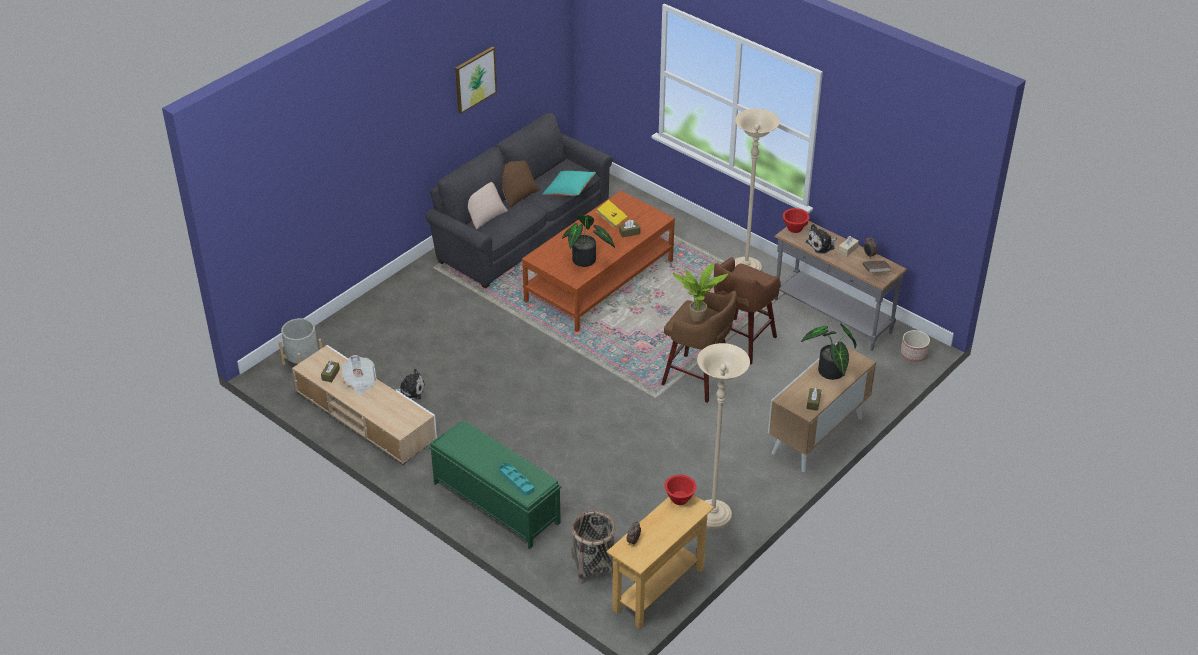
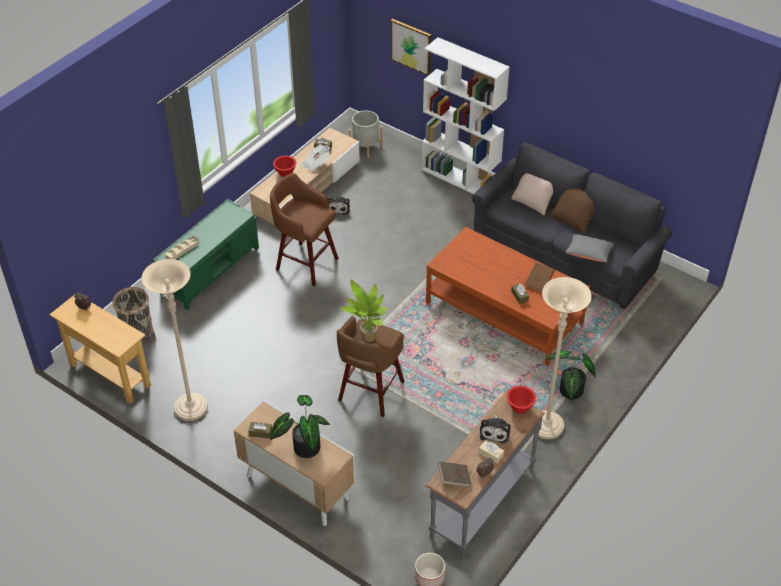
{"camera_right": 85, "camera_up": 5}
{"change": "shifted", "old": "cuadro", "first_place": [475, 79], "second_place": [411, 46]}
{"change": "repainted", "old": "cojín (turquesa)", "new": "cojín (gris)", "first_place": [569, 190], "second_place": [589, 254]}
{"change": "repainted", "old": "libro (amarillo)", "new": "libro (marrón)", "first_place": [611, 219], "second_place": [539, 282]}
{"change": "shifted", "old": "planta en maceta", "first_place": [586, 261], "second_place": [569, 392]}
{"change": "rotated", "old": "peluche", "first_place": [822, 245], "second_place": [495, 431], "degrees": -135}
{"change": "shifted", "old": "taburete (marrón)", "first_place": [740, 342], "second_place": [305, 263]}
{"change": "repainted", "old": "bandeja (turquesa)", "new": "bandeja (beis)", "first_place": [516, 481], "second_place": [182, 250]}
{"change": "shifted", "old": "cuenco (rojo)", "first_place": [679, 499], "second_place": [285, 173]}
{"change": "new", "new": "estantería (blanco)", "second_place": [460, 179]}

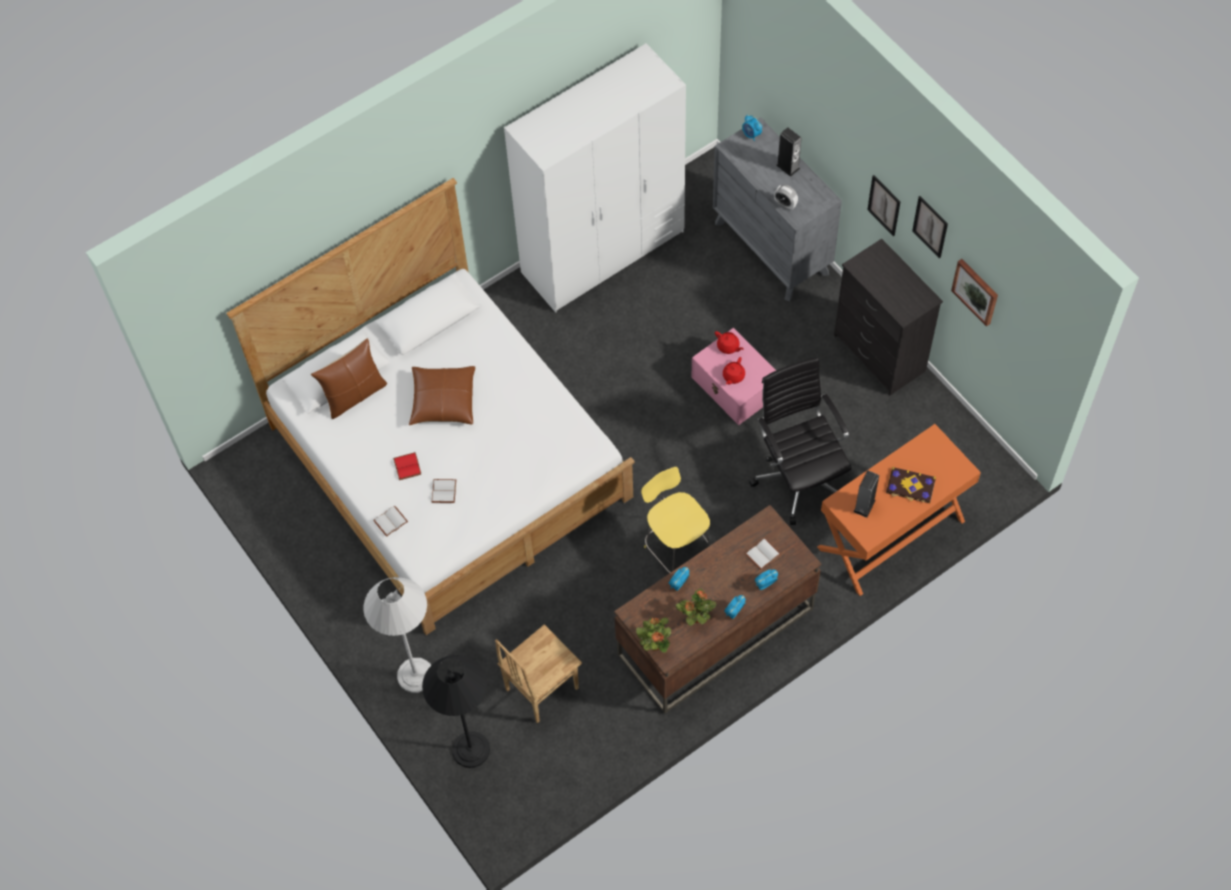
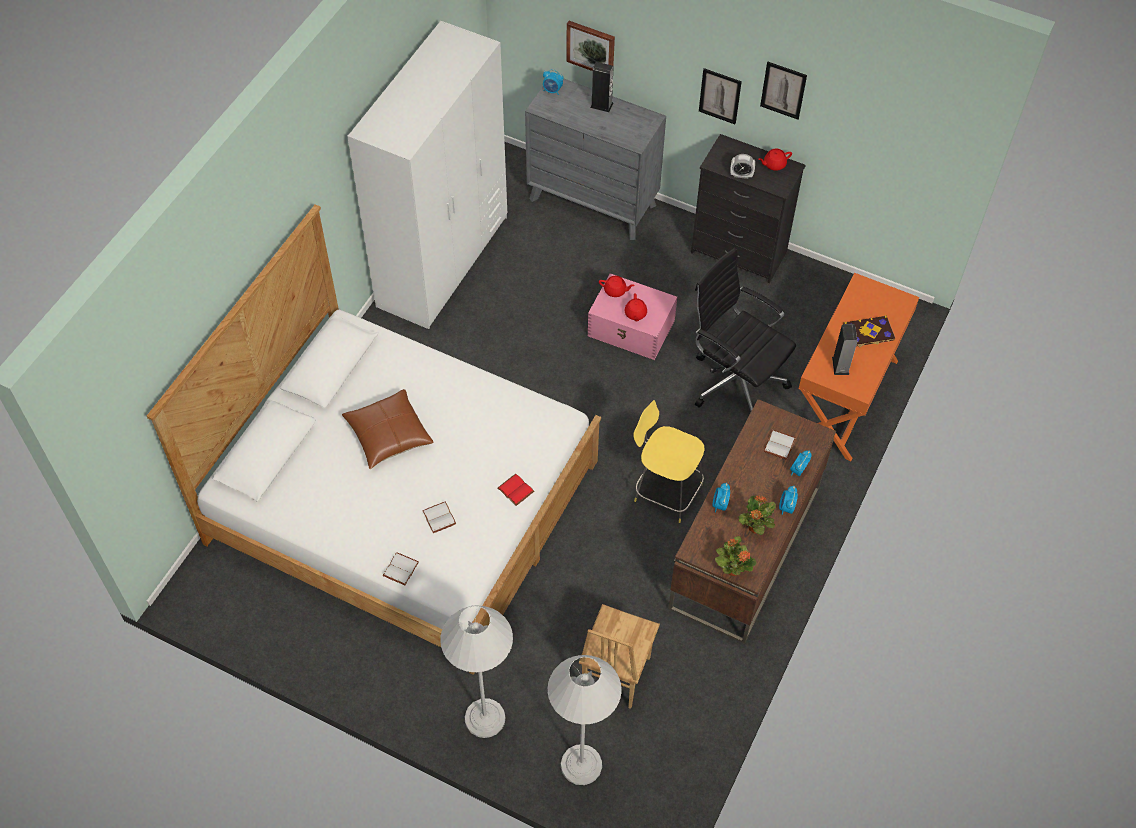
{"camera_right": -30, "camera_up": -5}
{"change": "shifted", "old": "despertador", "first_place": [785, 204], "second_place": [741, 175]}
{"change": "shifted", "old": "cuadro", "first_place": [976, 291], "second_place": [591, 47]}
{"change": "gone", "old": "cojín (marrón)", "first_place": [354, 394]}
{"change": "shifted", "old": "libro (rojo)", "first_place": [406, 466], "second_place": [514, 490]}
{"change": "repainted", "old": "lámpara de pie (negro)", "new": "lámpara de pie (blanco)", "first_place": [471, 749], "second_place": [581, 765]}
{"change": "new", "new": "tetera (rojo)", "second_place": [774, 164]}

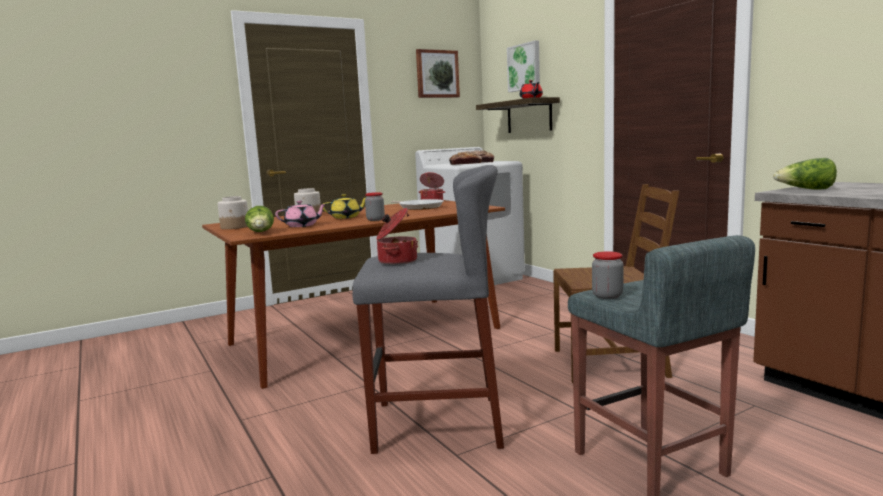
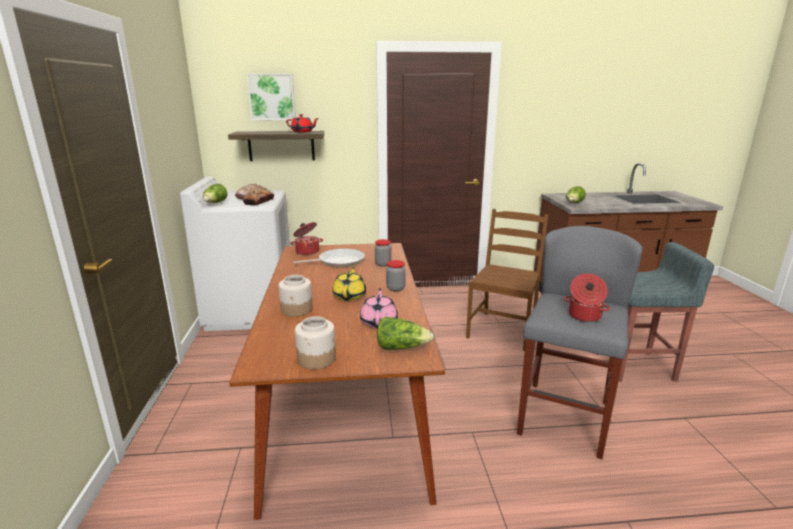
{"camera_right": -65, "camera_up": 10}
{"change": "gone", "old": "cuadro", "first_place": [437, 74]}
{"change": "shifted", "old": "tarro", "first_place": [607, 296], "second_place": [383, 264]}
{"change": "new", "new": "lechuga", "second_place": [215, 203]}

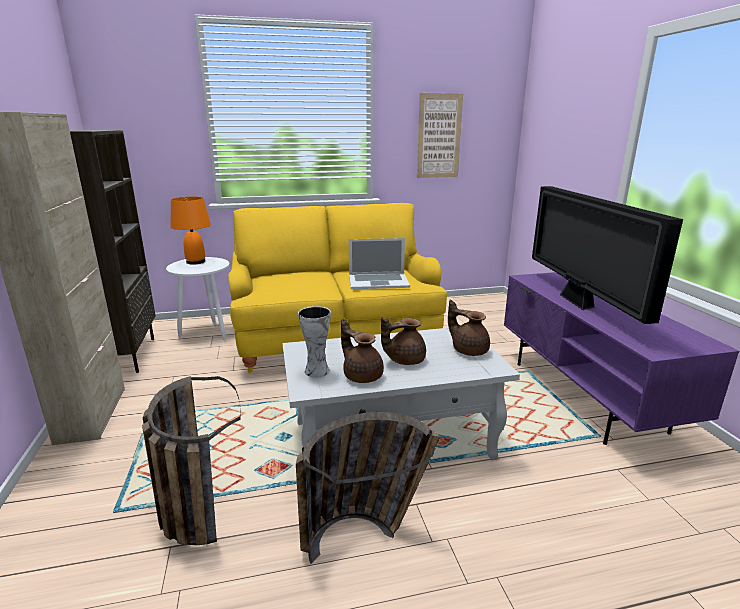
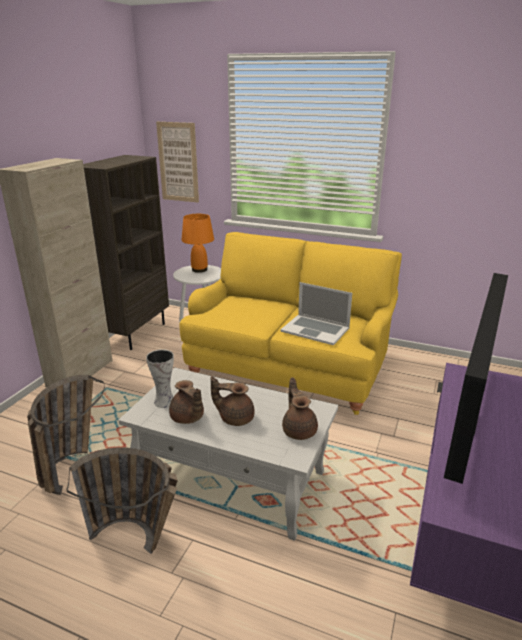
{"camera_right": 35, "camera_up": 5}
{"change": "shifted", "old": "cuadro", "first_place": [439, 136], "second_place": [178, 162]}
{"change": "rotated", "old": "tetera (marrón)", "first_place": [362, 375], "second_place": [187, 418], "degrees": 150}

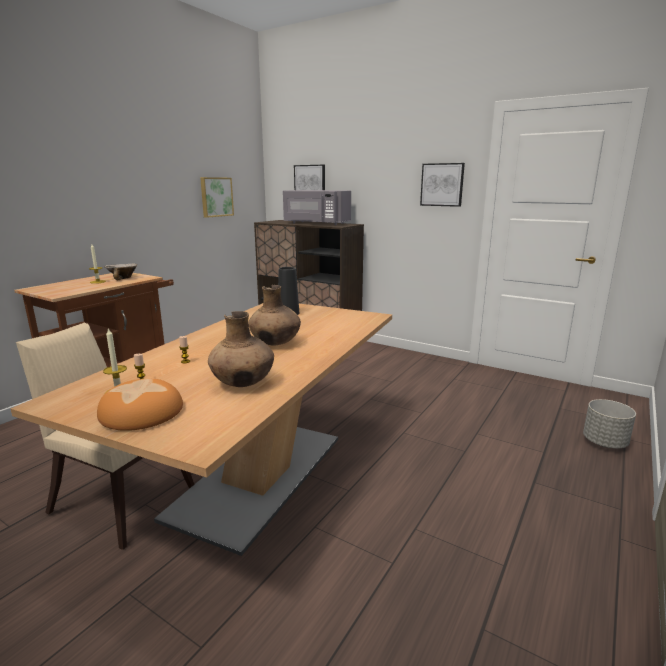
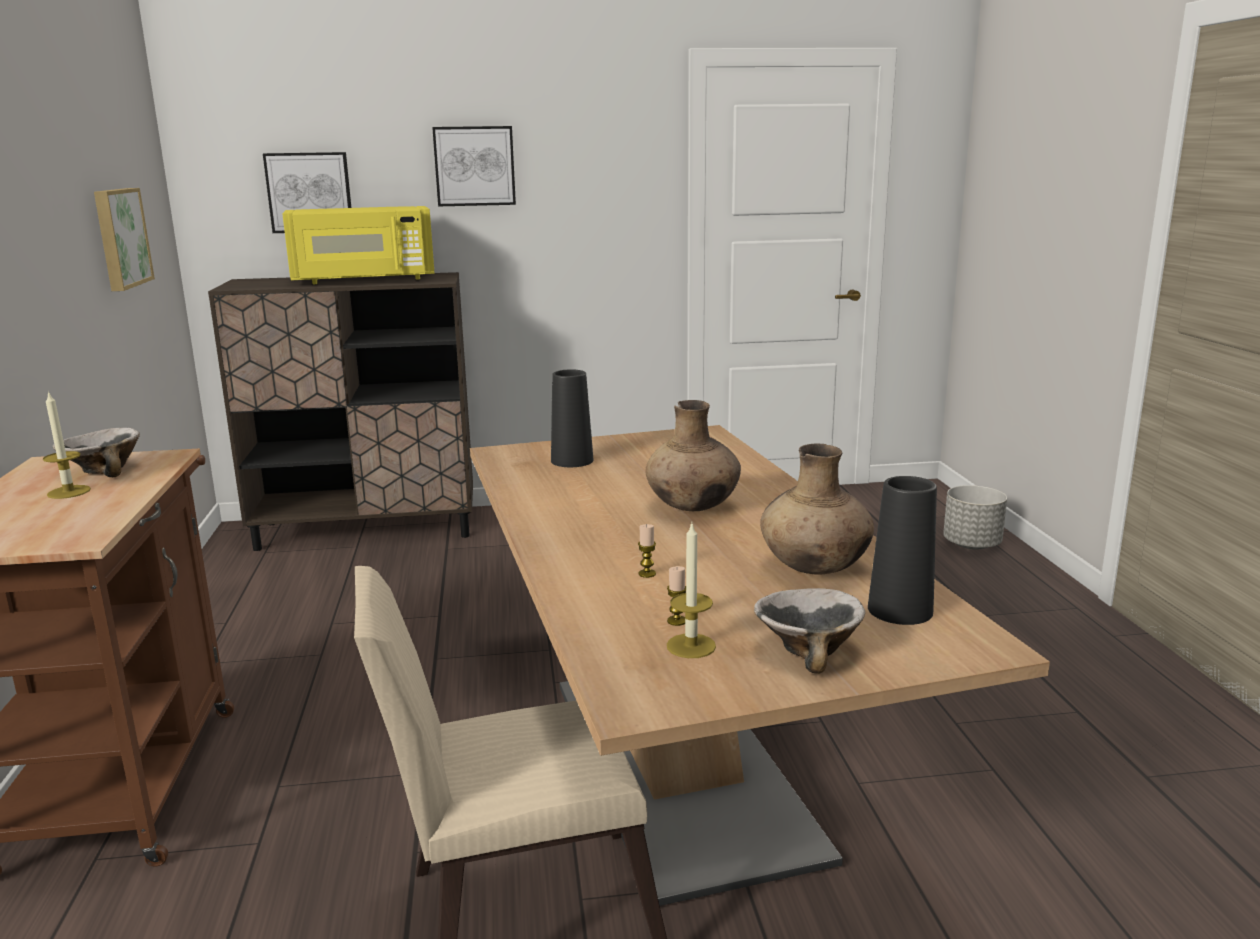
{"camera_right": -40, "camera_up": 0}
{"change": "shifted", "old": "cuadro", "first_place": [442, 184], "second_place": [474, 166]}
{"change": "repainted", "old": "microondas (gris)", "new": "microondas (amarillo)", "first_place": [316, 223], "second_place": [364, 280]}
{"change": "swapped", "old": "pan", "new": "cuenco", "first_place": [142, 412], "second_place": [807, 650]}
{"change": "new", "new": "florero (negro)", "second_place": [900, 610]}

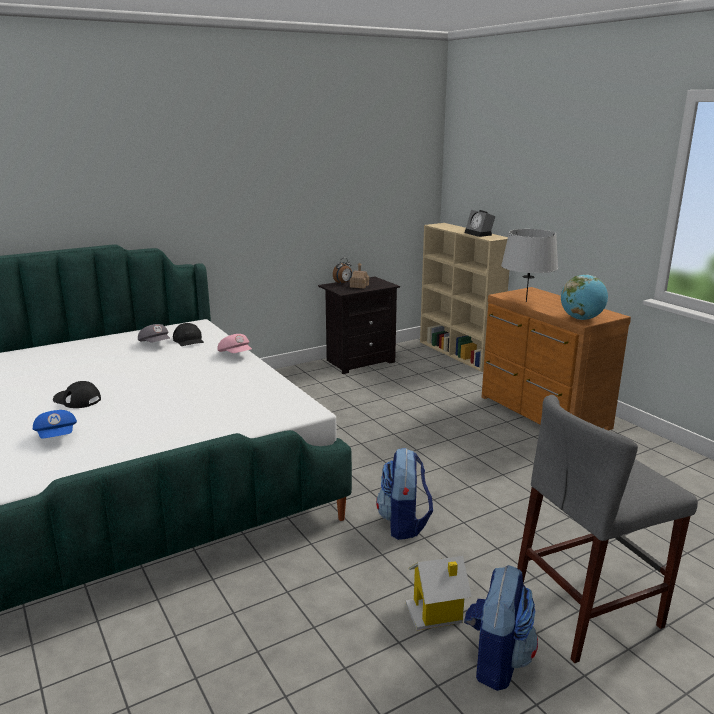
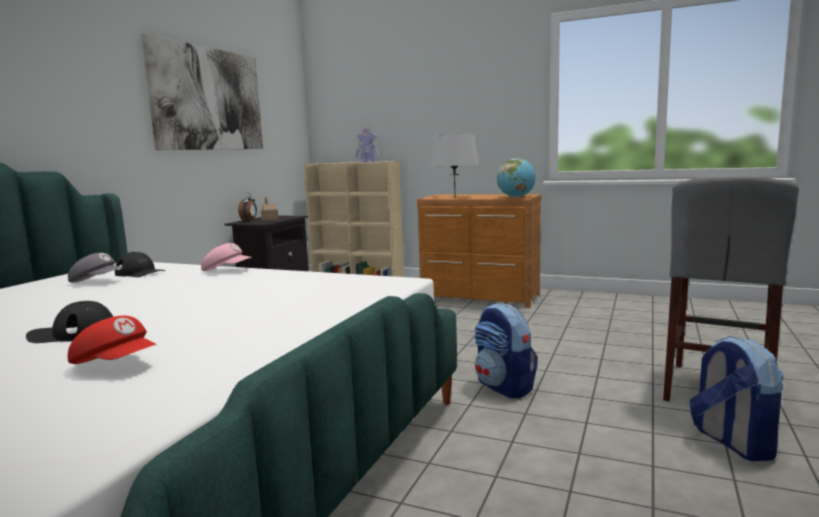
{"camera_right": -35, "camera_up": -10}
{"change": "swapped", "old": "despertador", "new": "robot de juguete", "first_place": [479, 234], "second_place": [367, 161]}
{"change": "repainted", "old": "gorra (azul)", "new": "gorra (rojo)", "first_place": [57, 437], "second_place": [116, 364]}
{"change": "gone", "old": "casita", "first_place": [436, 613]}
{"change": "new", "new": "cuadro", "second_place": [208, 99]}

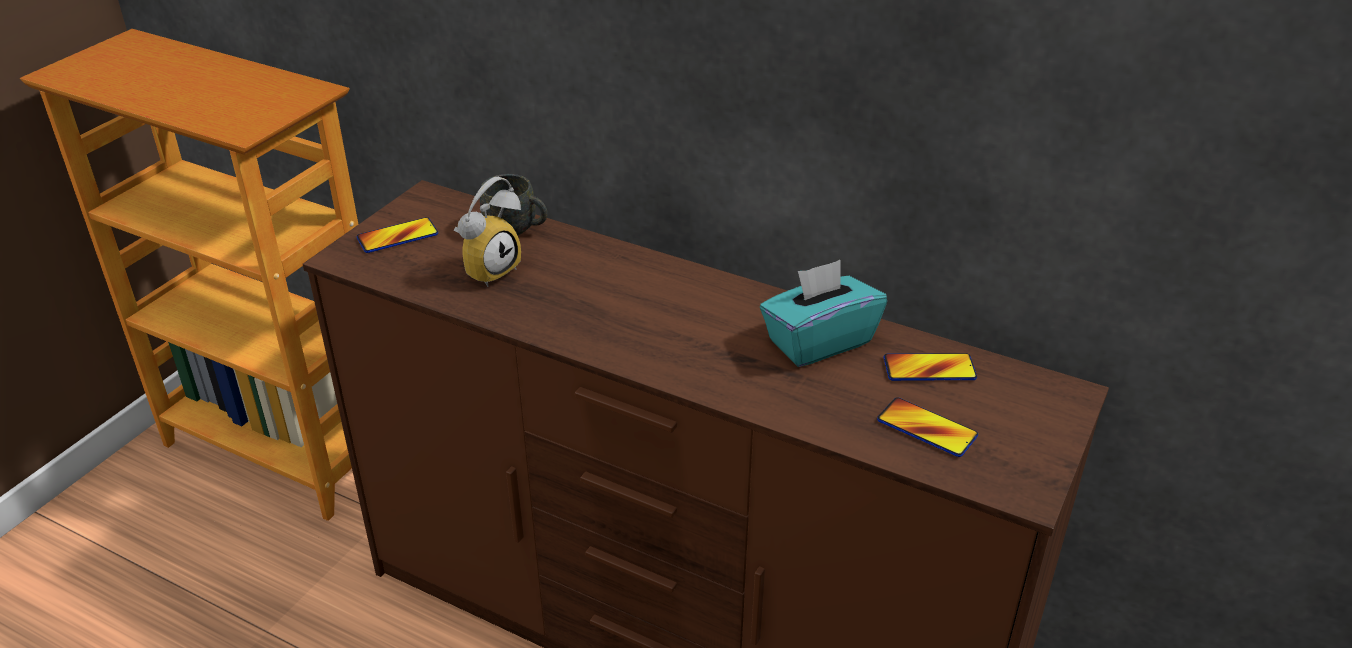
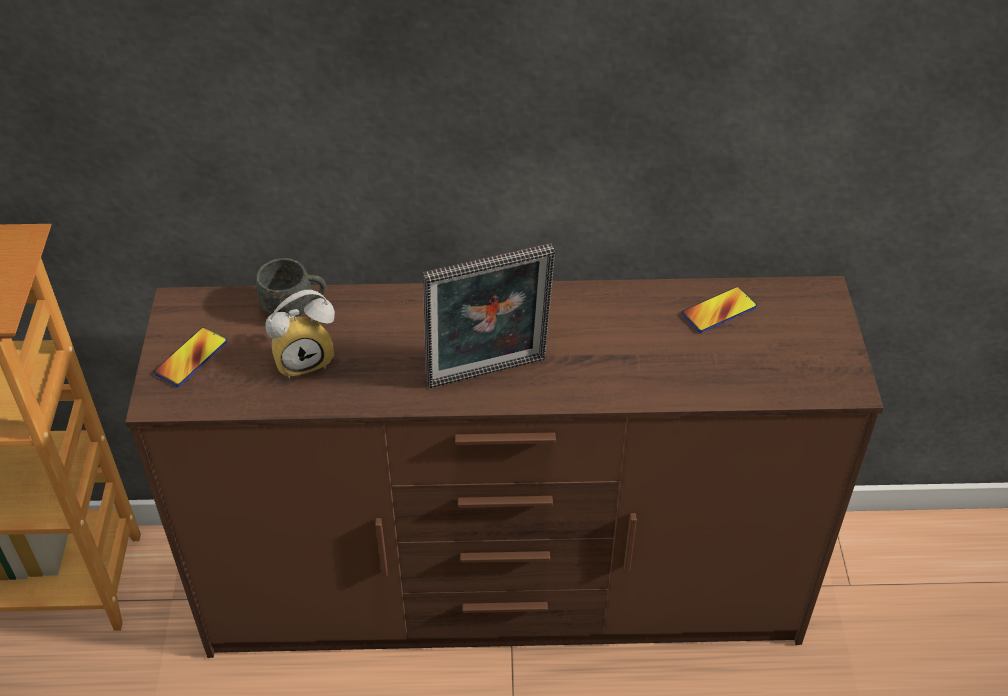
{"camera_right": -30, "camera_up": 10}
{"change": "rotated", "old": "despertador", "first_place": [489, 268], "second_place": [305, 357], "degrees": 60}
{"change": "gone", "old": "caja de pañuelos (turquesa)", "first_place": [818, 341]}
{"change": "gone", "old": "móvil", "first_place": [926, 428]}
{"change": "new", "new": "portarretratos", "second_place": [488, 376]}

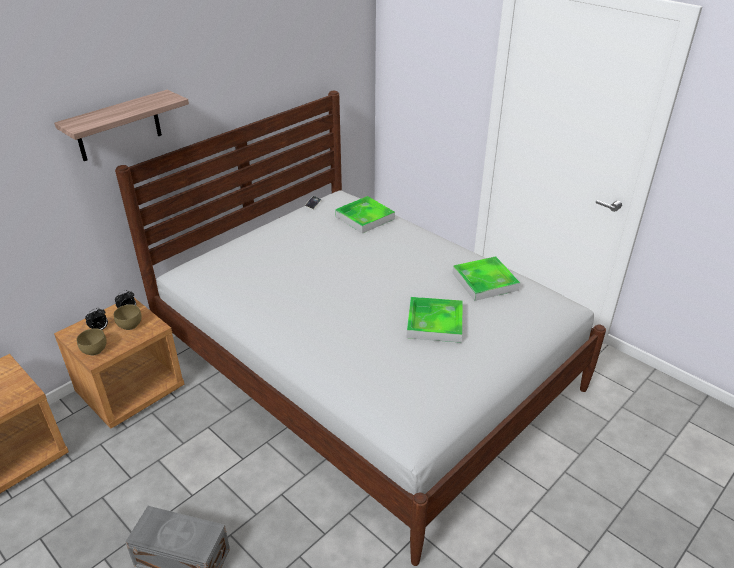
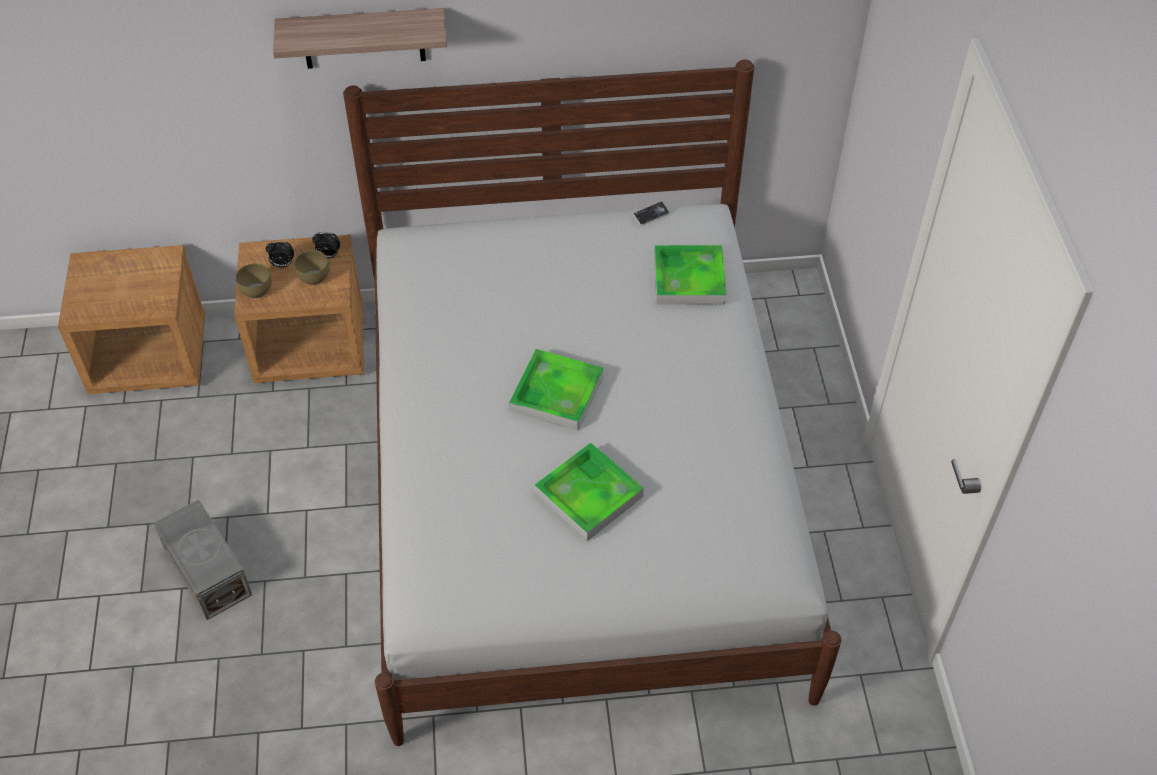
{"camera_right": 40, "camera_up": 15}
{"change": "shifted", "old": "bandeja", "first_place": [485, 281], "second_place": [557, 393]}

